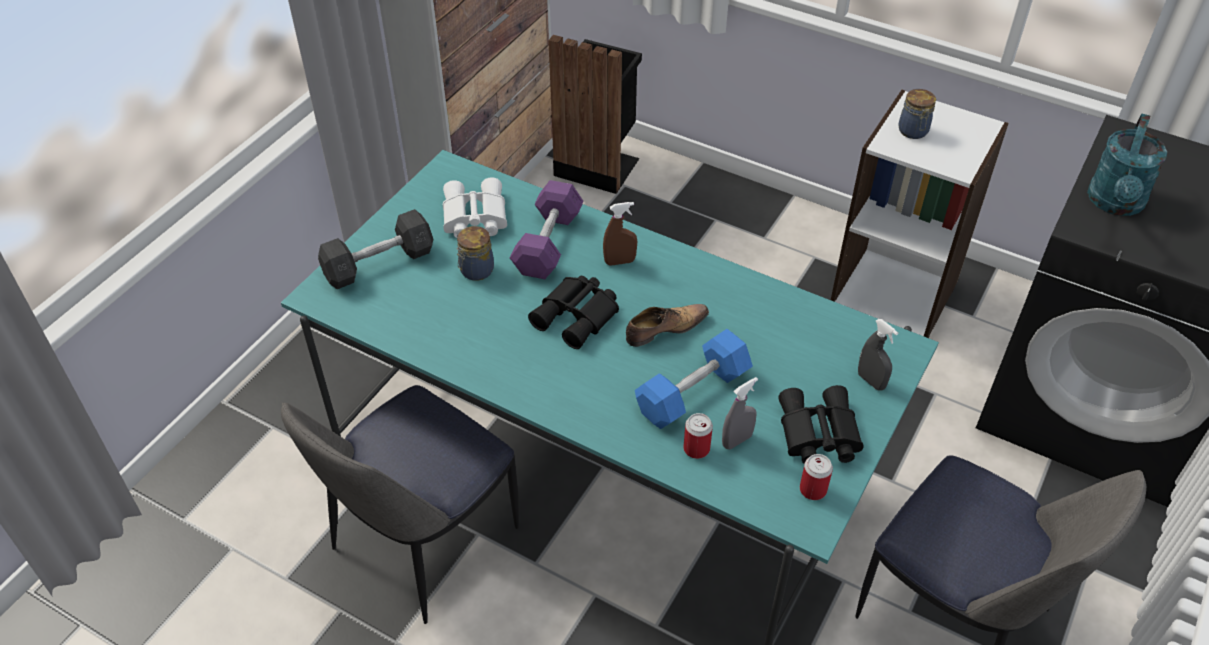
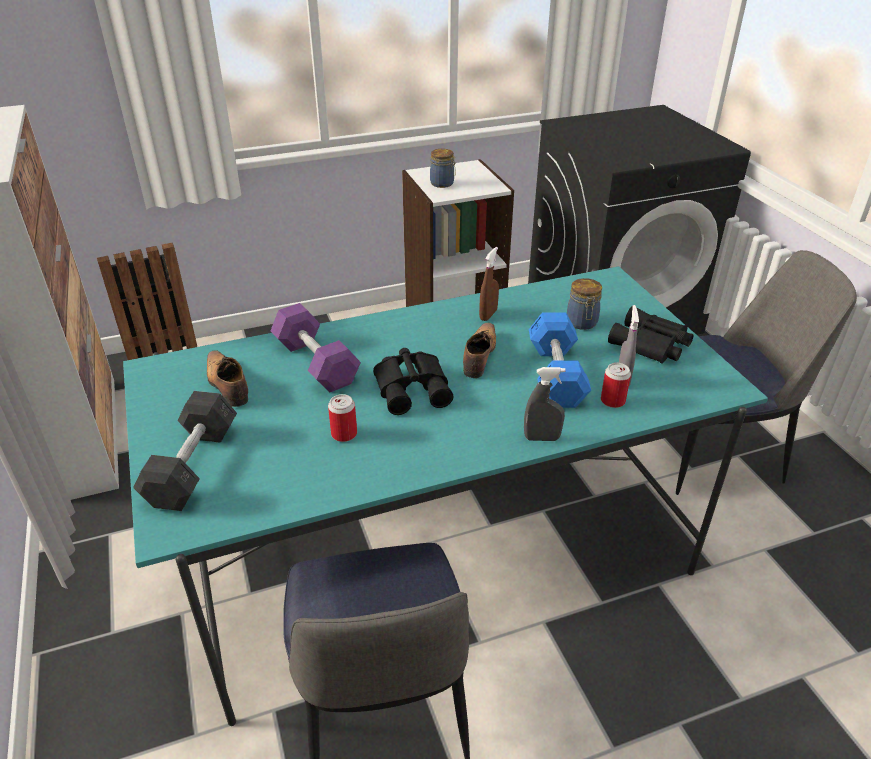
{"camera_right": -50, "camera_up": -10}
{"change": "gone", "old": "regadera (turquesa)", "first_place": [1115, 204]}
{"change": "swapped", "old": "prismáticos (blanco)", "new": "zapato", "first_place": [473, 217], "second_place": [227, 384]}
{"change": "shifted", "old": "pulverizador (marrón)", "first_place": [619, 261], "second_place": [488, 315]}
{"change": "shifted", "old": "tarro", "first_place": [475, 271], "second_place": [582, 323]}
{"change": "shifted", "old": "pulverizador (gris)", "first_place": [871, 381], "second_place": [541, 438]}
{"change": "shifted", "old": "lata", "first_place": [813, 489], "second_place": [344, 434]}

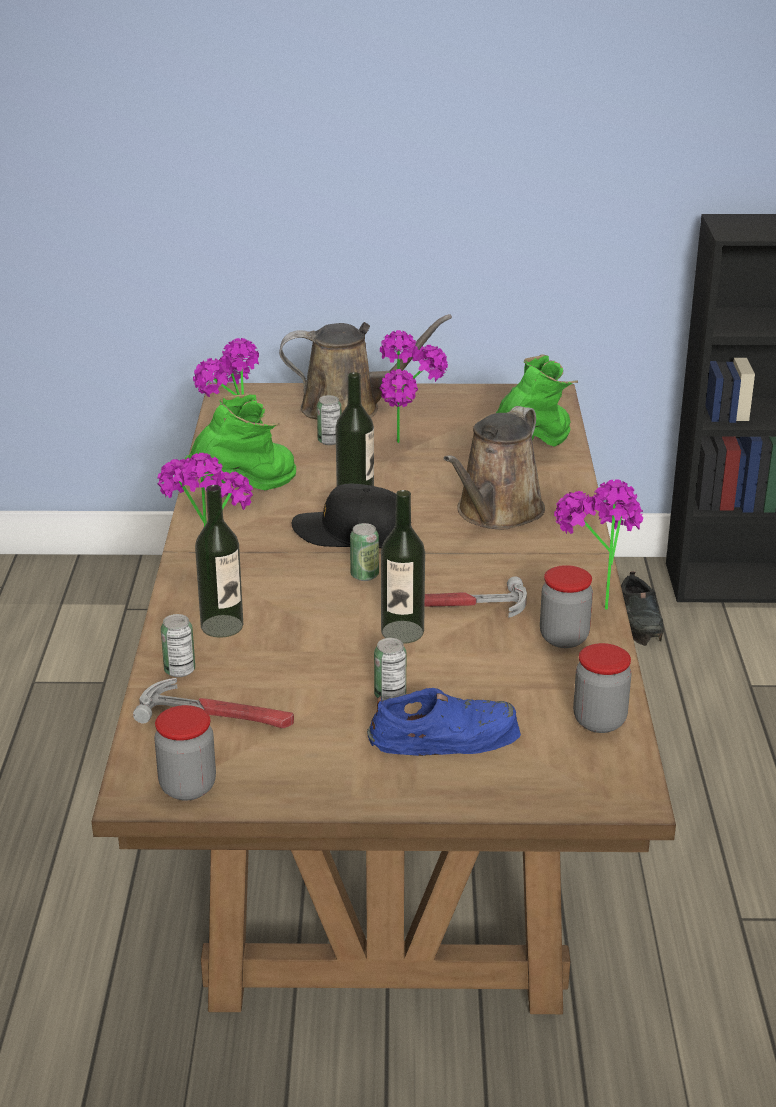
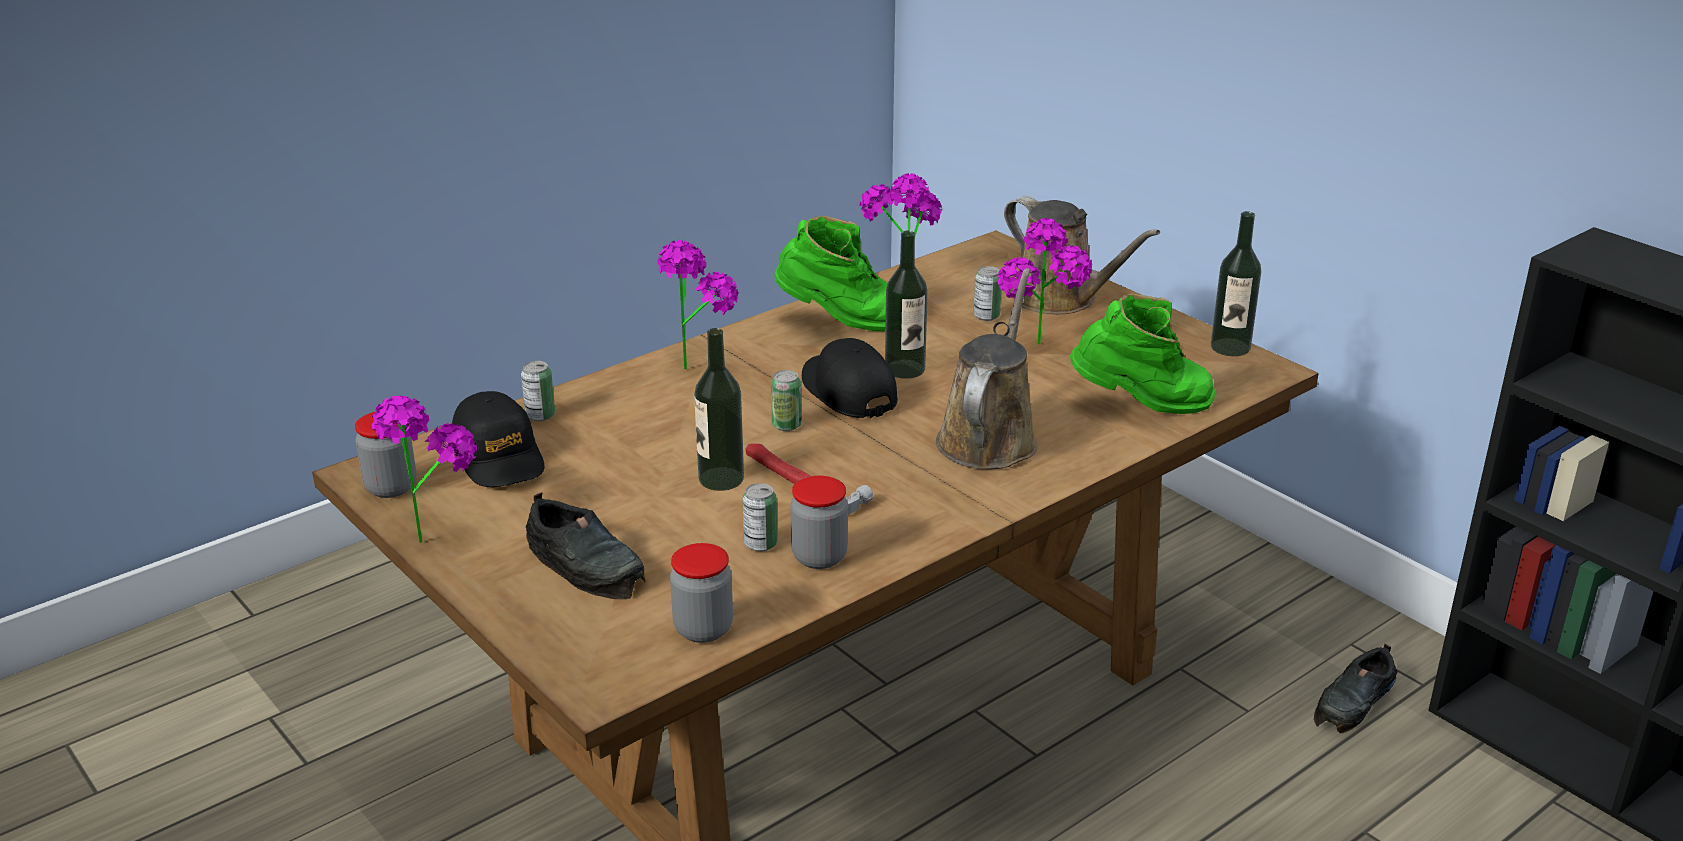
{"camera_right": 50, "camera_up": 0}
{"change": "rotated", "old": "regadera (marrón)", "first_place": [496, 513], "second_place": [989, 438], "degrees": 120}
{"change": "shifted", "old": "planta en maceta", "first_place": [594, 601], "second_place": [430, 531]}
{"change": "shifted", "old": "botella", "first_place": [222, 626], "second_place": [1230, 347]}
{"change": "shifted", "old": "lata", "first_place": [390, 695], "second_place": [760, 544]}
{"change": "swapped", "old": "martillo", "new": "gorra (negro)", "first_place": [218, 715], "second_place": [499, 456]}
{"change": "repainted", "old": "zapato (azul)", "new": "zapato (negro)", "first_place": [445, 736], "second_place": [586, 564]}

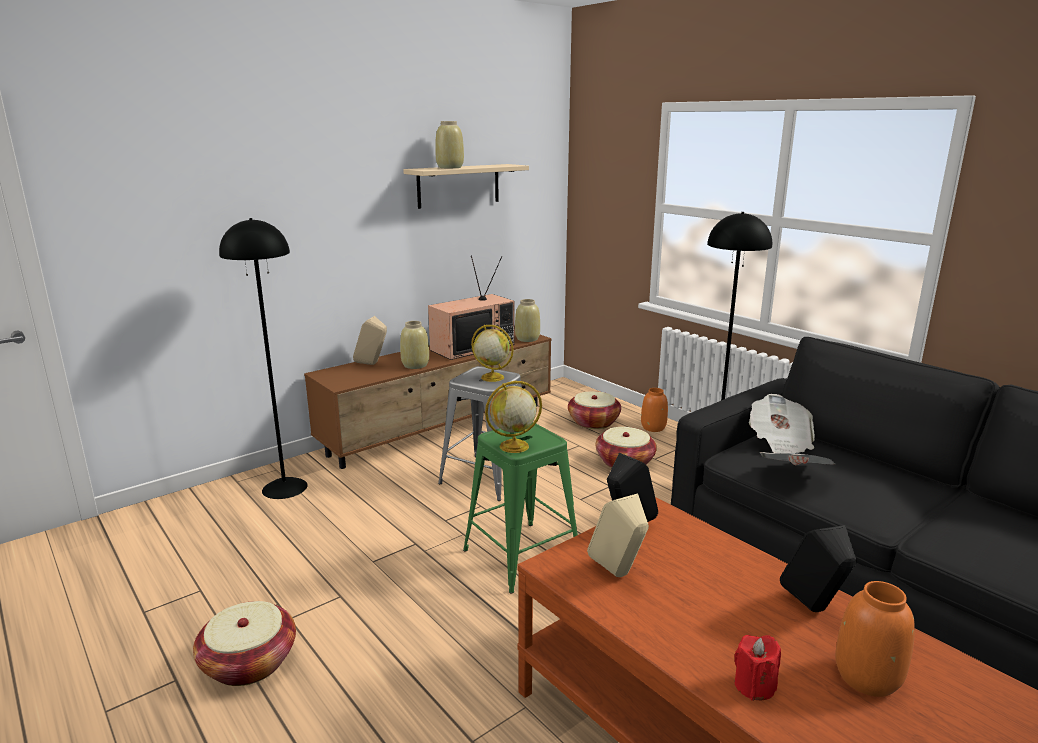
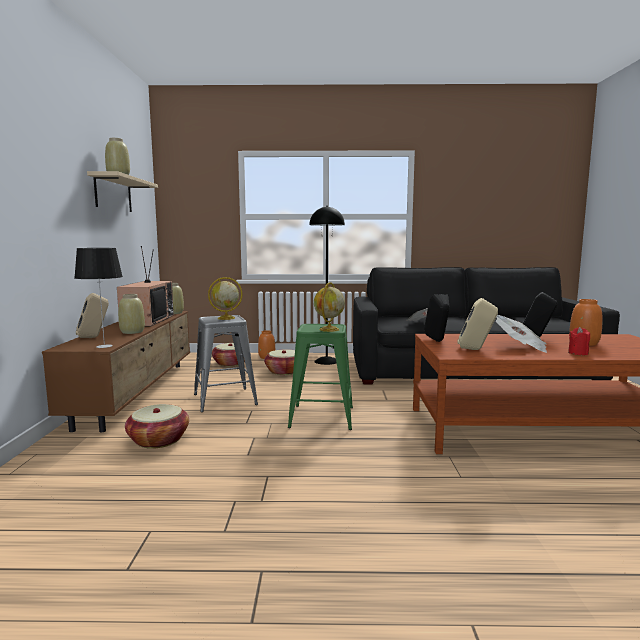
{"camera_right": -50, "camera_up": -10}
{"change": "gone", "old": "lámpara de pie (negro)", "first_place": [285, 487]}
{"change": "shifted", "old": "periódico", "first_place": [779, 442], "second_place": [520, 347]}
{"change": "shifted", "old": "cesta", "first_place": [249, 663], "second_place": [158, 440]}
{"change": "new", "new": "lámpara de mesa", "second_place": [105, 346]}

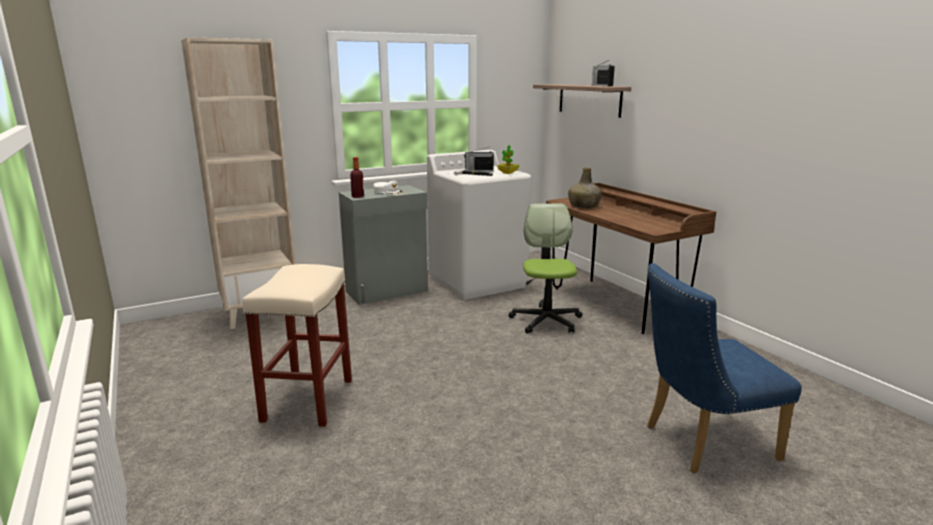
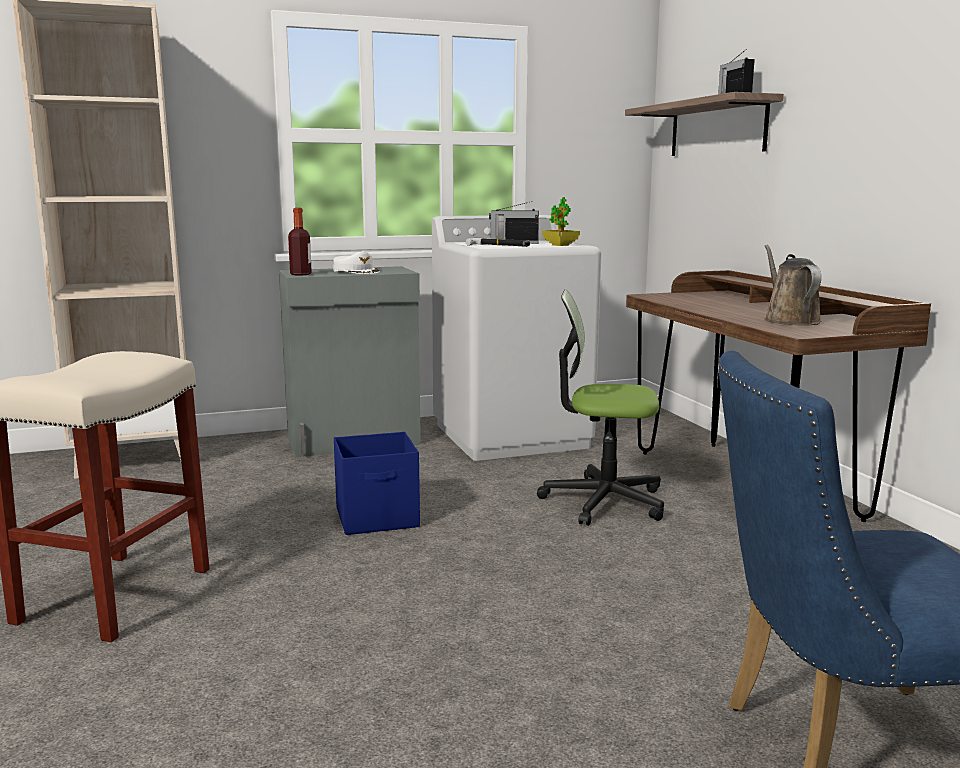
{"camera_right": 10, "camera_up": -5}
{"change": "gone", "old": "botella (verde)", "first_place": [584, 206]}
{"change": "rotated", "old": "silla de oficina", "first_place": [546, 320], "second_place": [603, 501], "degrees": -90}
{"change": "new", "new": "regadera (marrón)", "second_place": [789, 320]}
{"change": "new", "new": "caja de almacenaje (azul)", "second_place": [378, 518]}

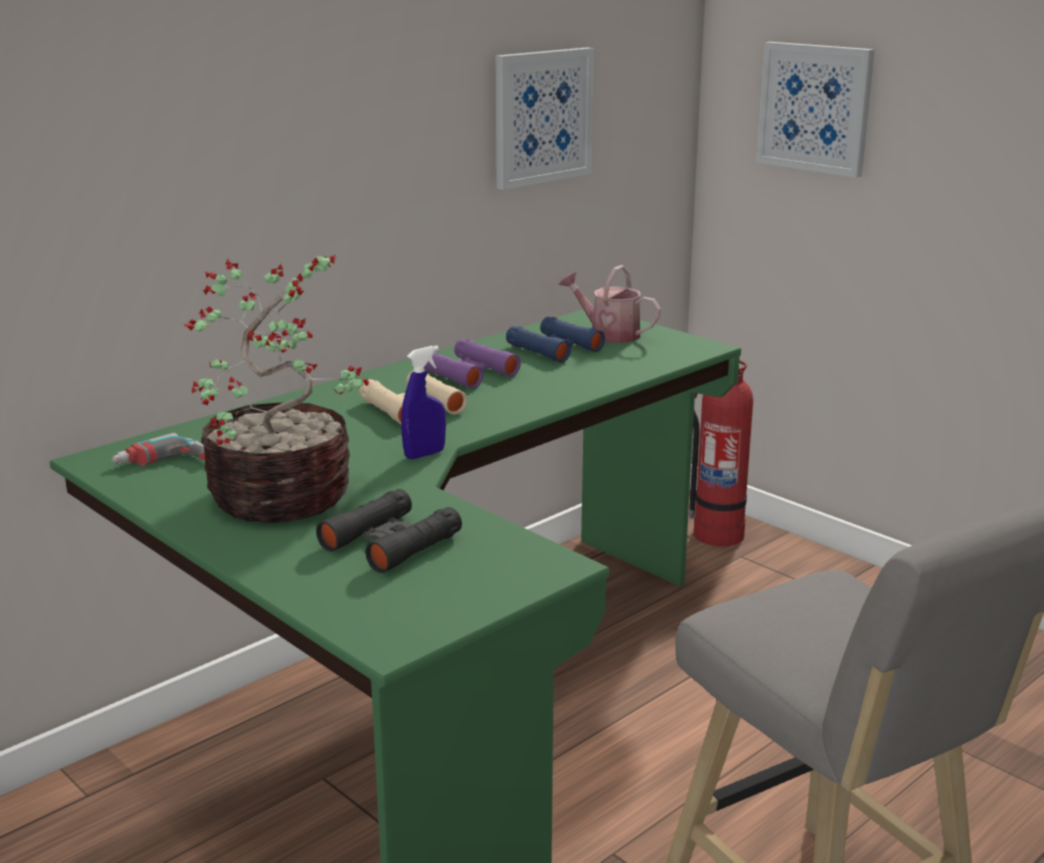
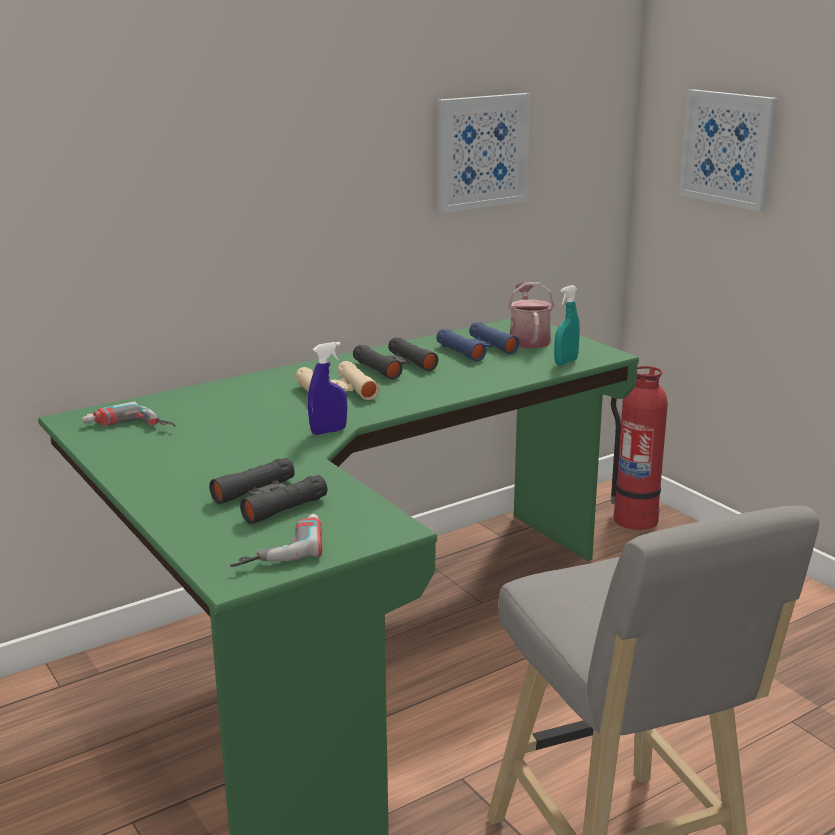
{"camera_right": 10, "camera_up": 0}
{"change": "gone", "old": "planta en maceta", "first_place": [285, 496]}
{"change": "rotated", "old": "regadera", "first_place": [608, 334], "second_place": [528, 339], "degrees": 45}
{"change": "repainted", "old": "prismáticos (morado)", "new": "prismáticos (negro)", "first_place": [467, 373], "second_place": [394, 366]}
{"change": "new", "new": "pulverizador (turquesa)", "second_place": [566, 362]}
{"change": "new", "new": "taladro", "second_place": [278, 547]}

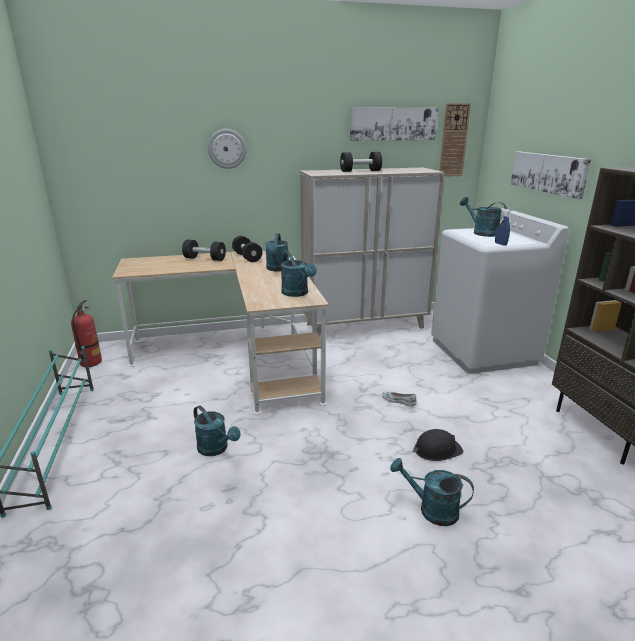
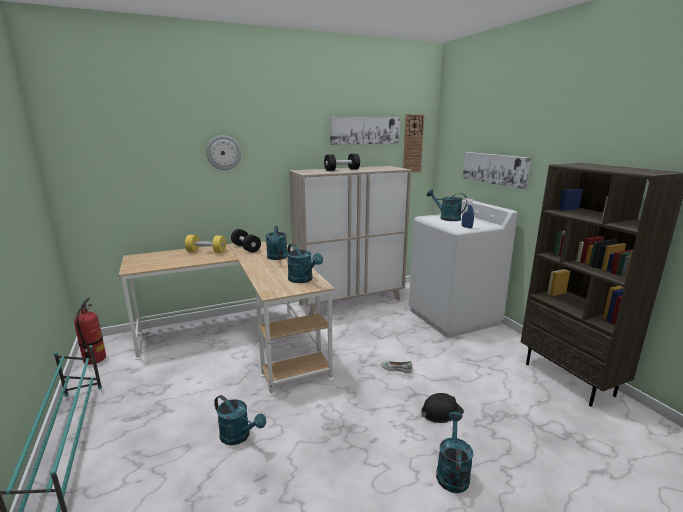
{"camera_right": -10, "camera_up": -5}
{"change": "repainted", "old": "mancuerna (negro)", "new": "mancuerna (amarillo)", "first_place": [205, 259], "second_place": [206, 251]}
{"change": "rotated", "old": "regadera (turquesa)", "first_place": [431, 510], "second_place": [452, 472], "degrees": 90}

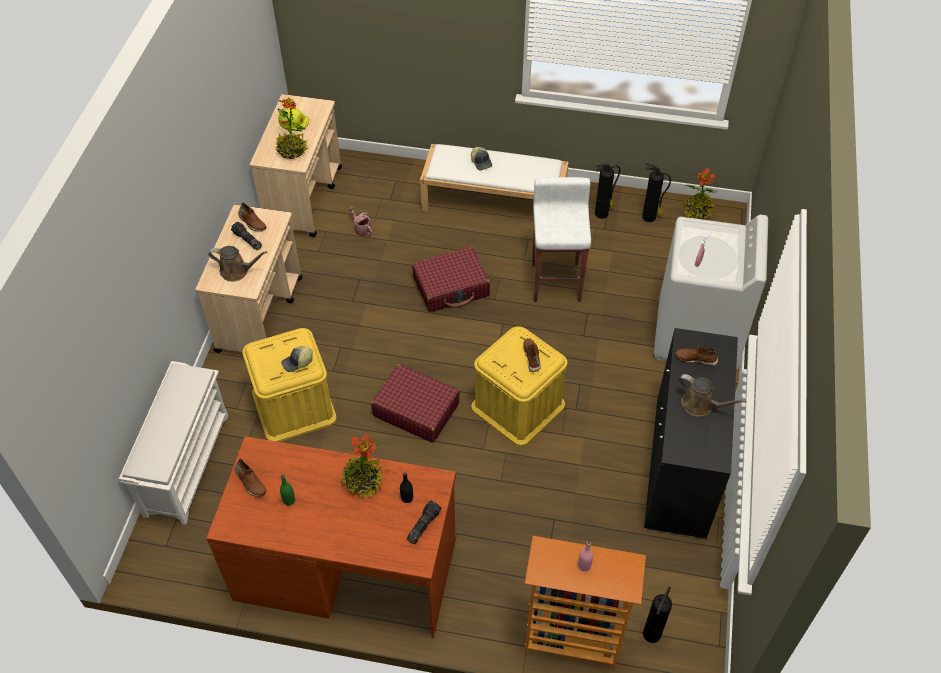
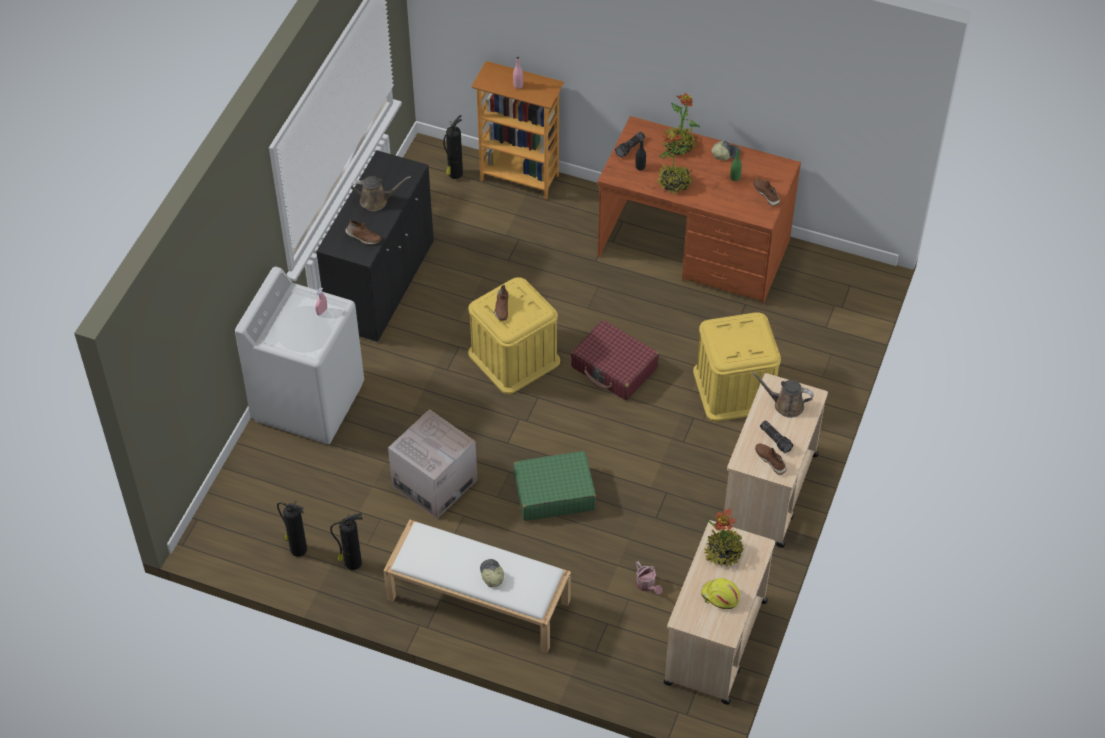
{"camera_right": -170, "camera_up": 0}
{"change": "shifted", "old": "planta en maceta", "first_place": [698, 211], "second_place": [679, 146]}
{"change": "swapped", "old": "taburete (blanco)", "new": "caja de cartón", "first_place": [556, 281], "second_place": [434, 483]}
{"change": "repainted", "old": "maleta (rojo)", "new": "maleta (verde)", "first_place": [451, 287], "second_place": [554, 493]}
{"change": "shifted", "old": "gorra", "first_place": [297, 362], "second_place": [725, 153]}
{"change": "gone", "old": "zapatero (blanco)", "first_place": [186, 463]}
{"change": "rotated", "old": "regadera (marrón)", "first_place": [700, 405], "second_place": [377, 201], "degrees": 135}

